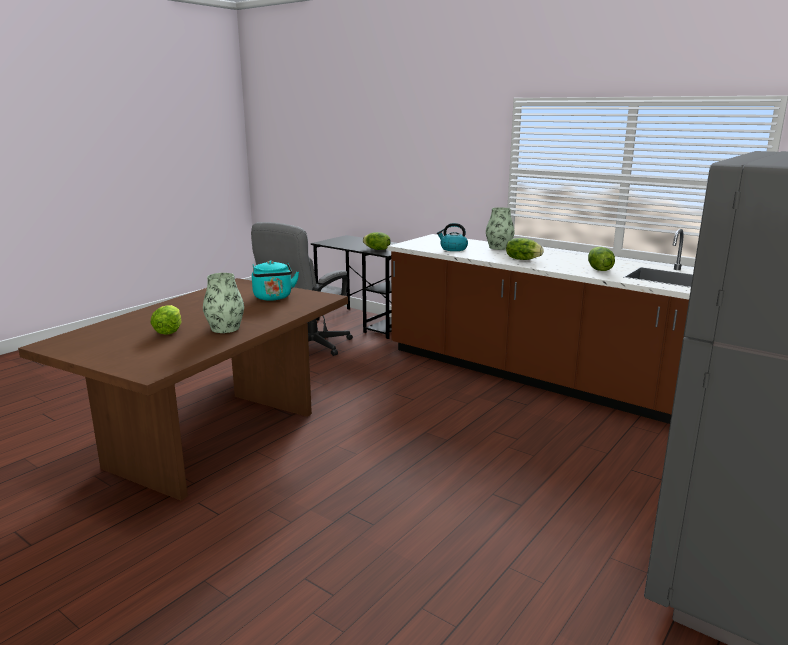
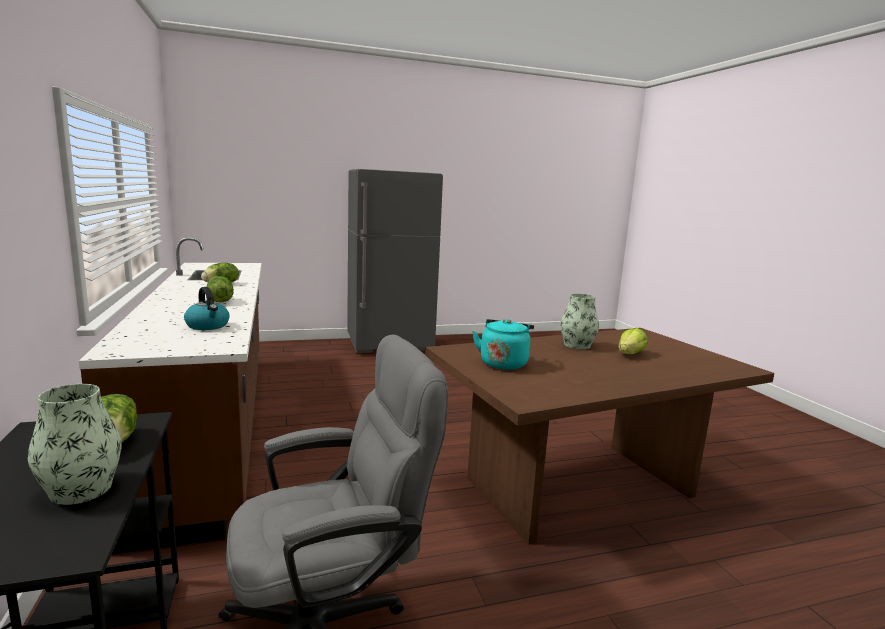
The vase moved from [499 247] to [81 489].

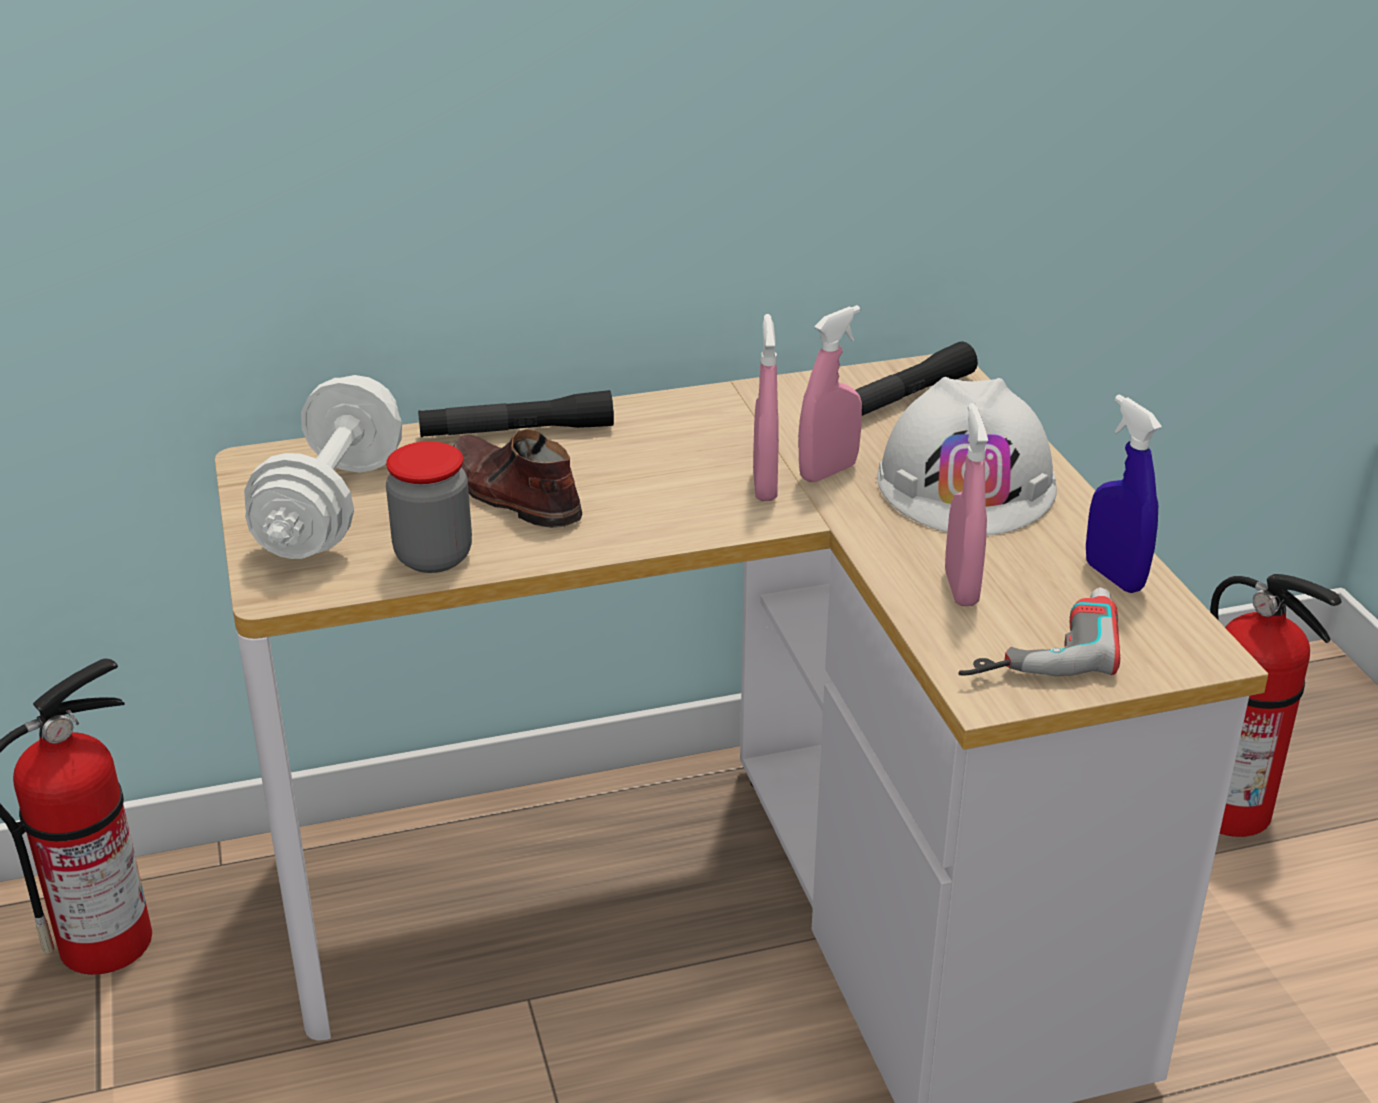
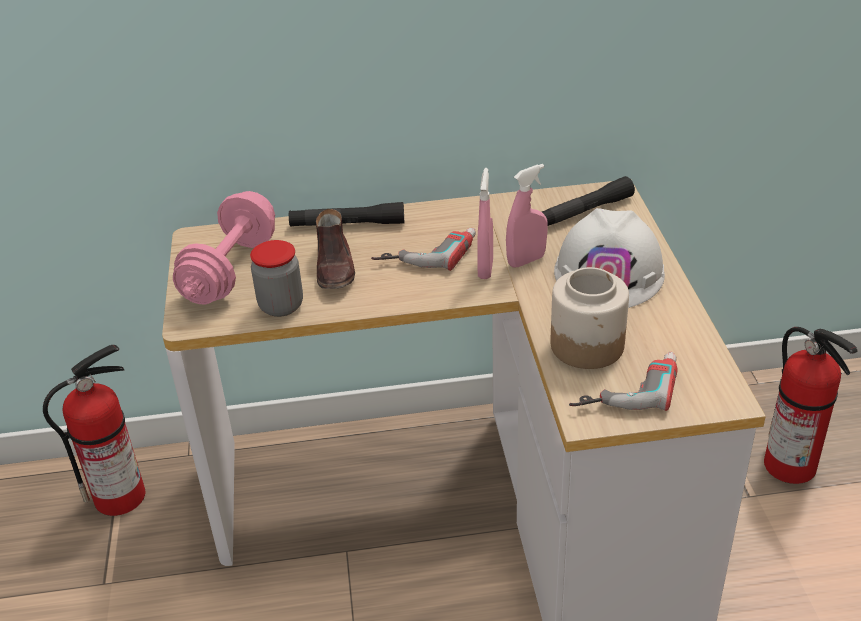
The dumbbell in white at [332 507] became the dumbbell in pink at [231 270].
The spray bottle in blue at [1113 576] disappeared.
The spray bottle in pink at [961 588] was replaced by the jar at [587 345].
The shoe in brown at [512 495] turned 150 degrees counterclockwise.
The power drill at [426 251] appeared.

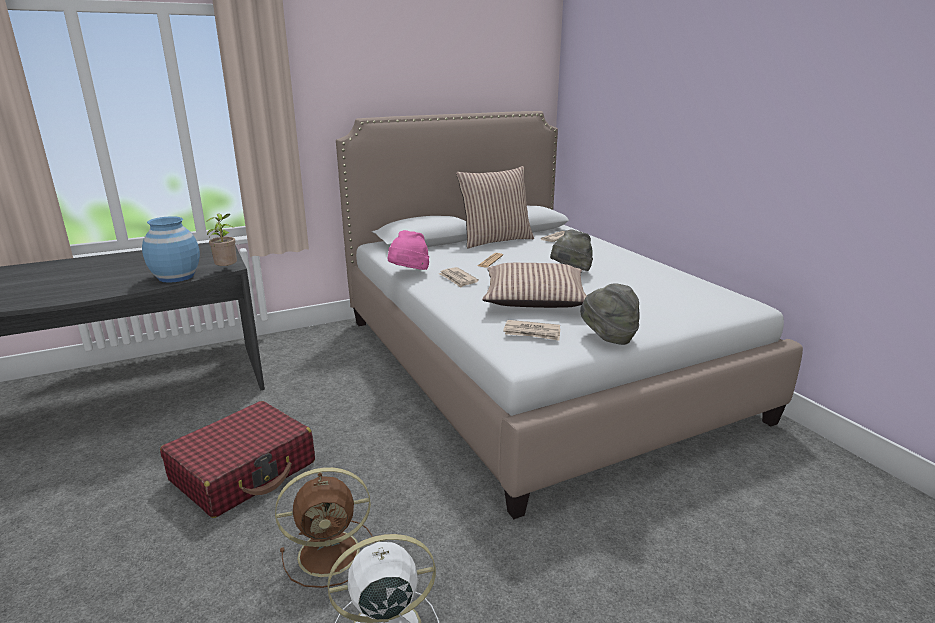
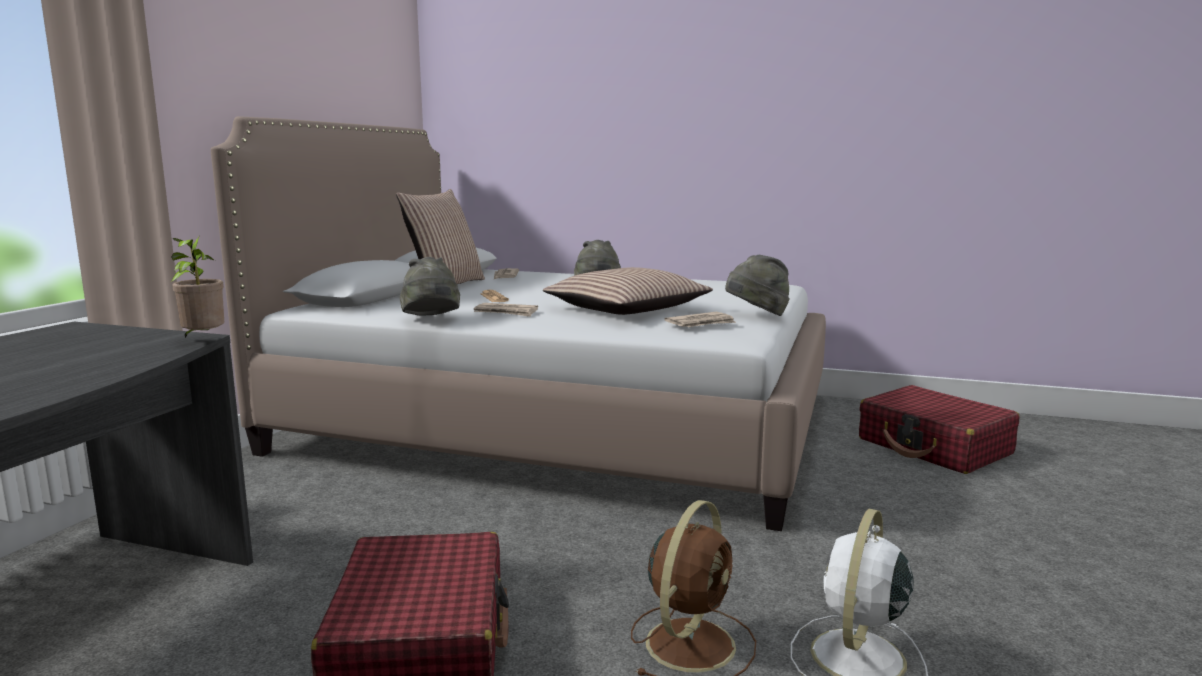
The vase in blue at [176 277] disappeared.
The hat in pink at [409 273] became the hat in grey at [431 319].
The suitcase in red at [934 447] appeared.

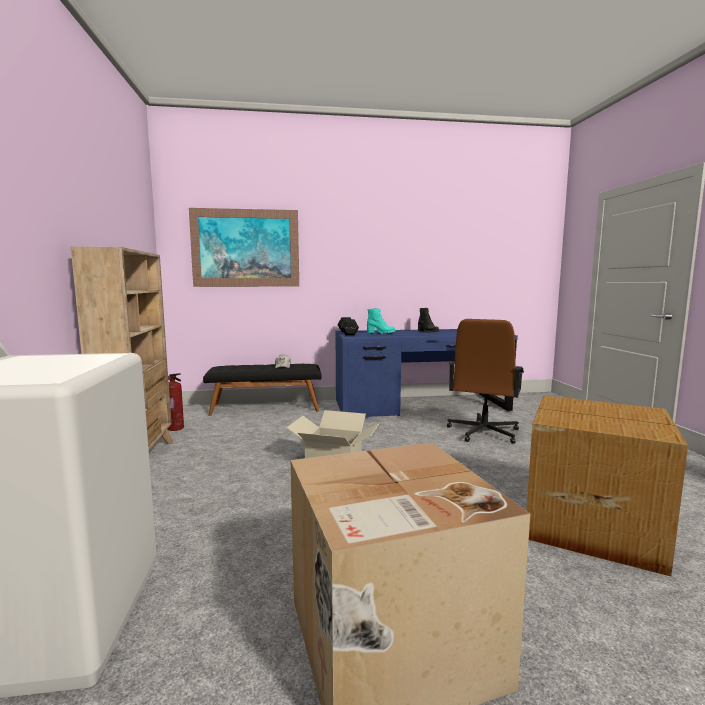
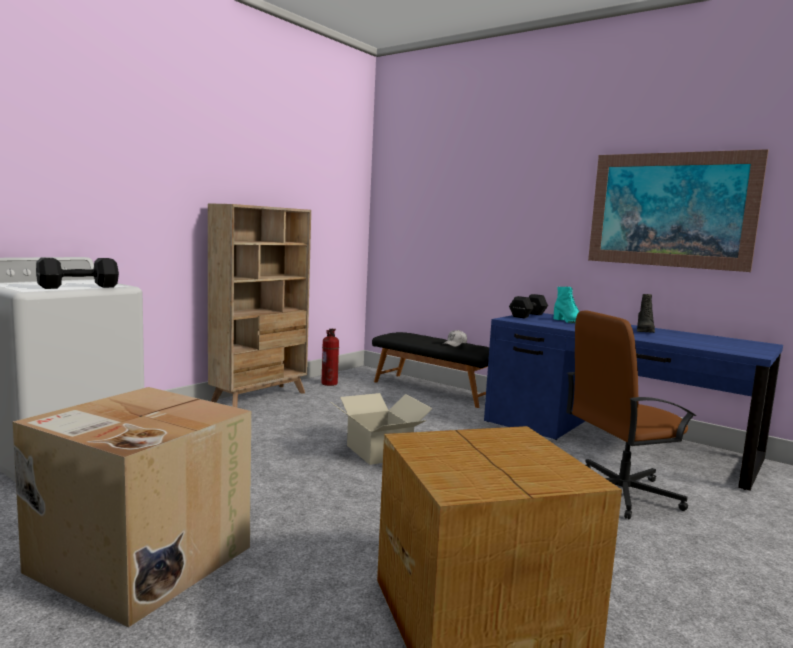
The picture moved from [245 248] to [670 210].
The dumbbell in black at [76 287] appeared.

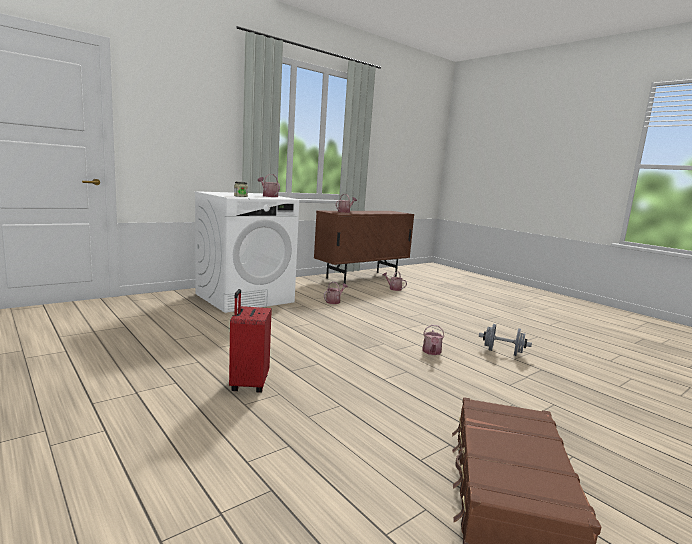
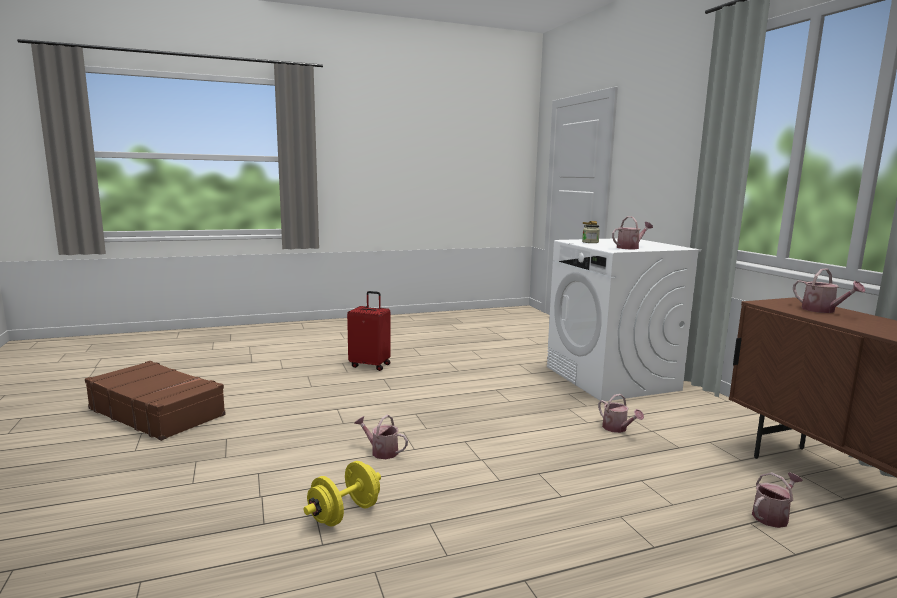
The dumbbell in grey at [502 352] became the dumbbell in yellow at [344 514].

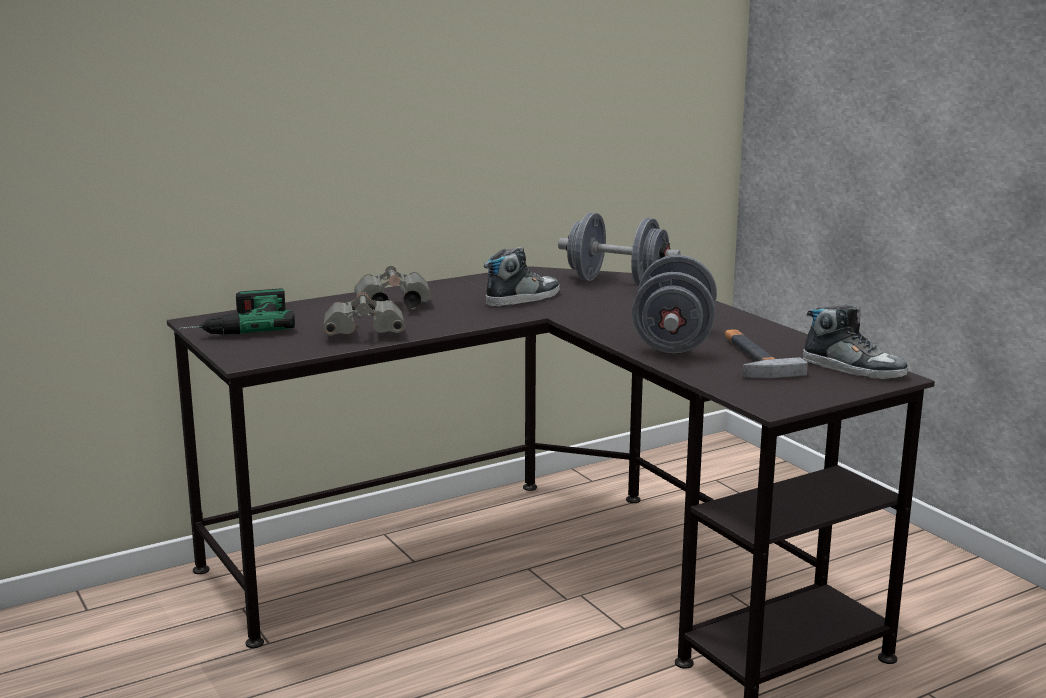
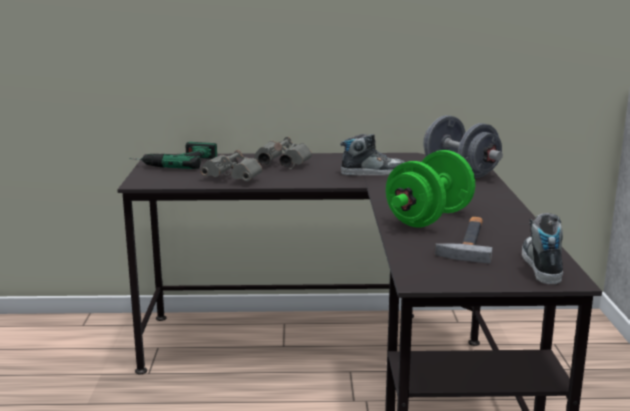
The dumbbell in grey at [673 341] became the dumbbell in green at [429 218].
The shoe at [853 368] turned 150 degrees counterclockwise.

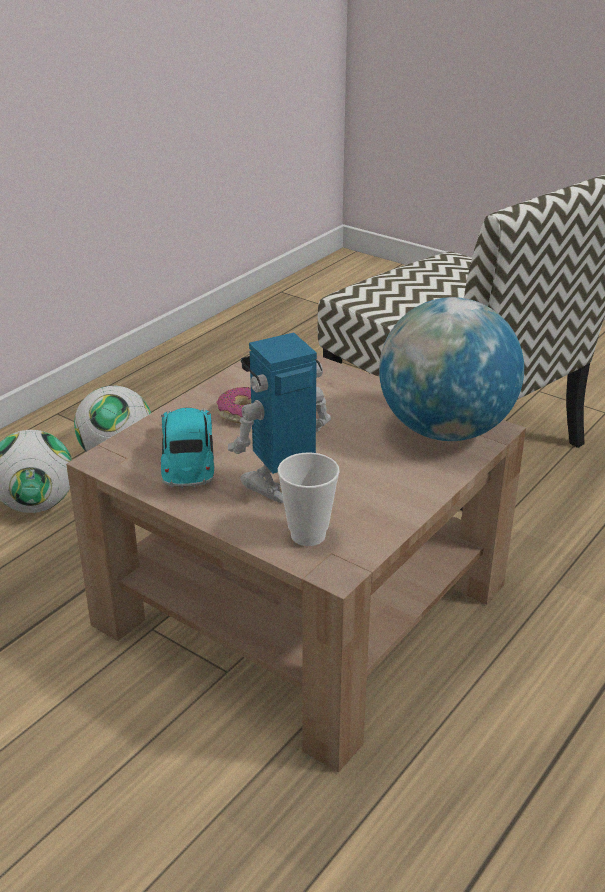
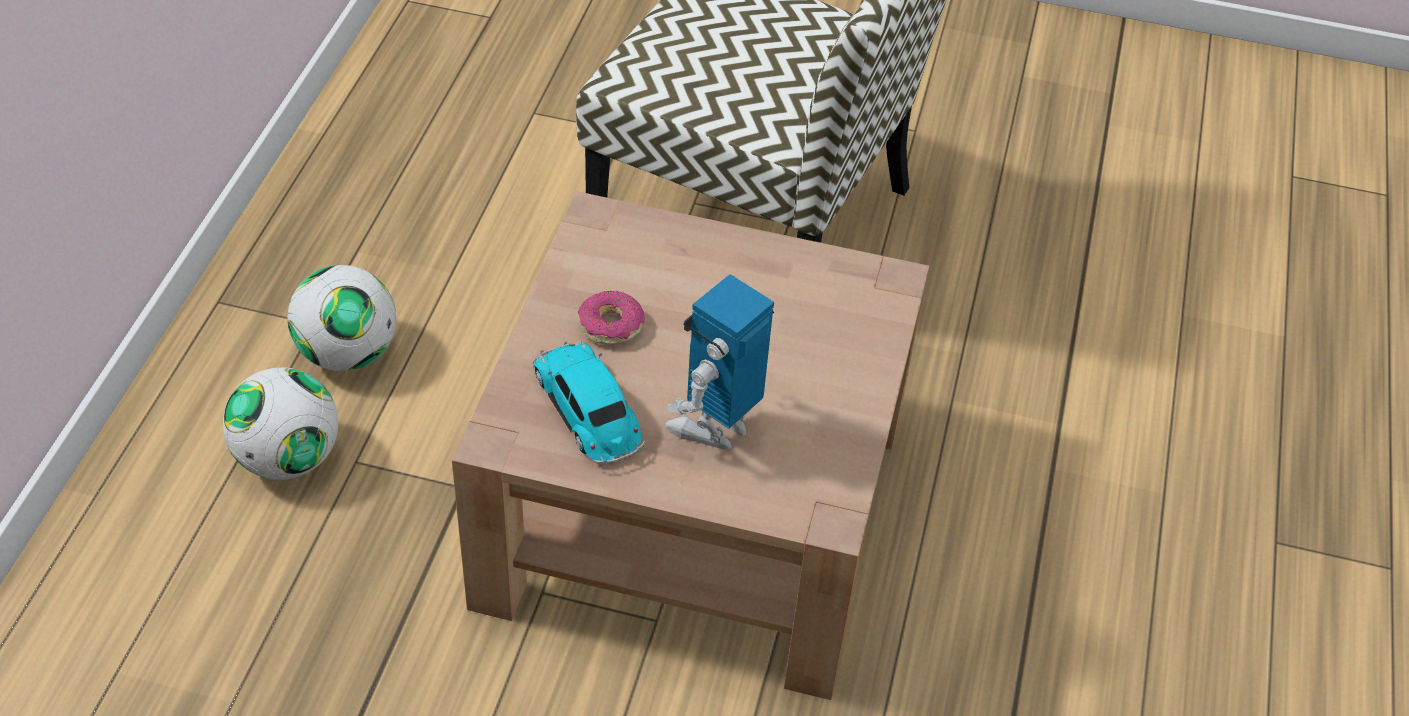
The globe at [445 430] disappeared.
The cup at [308 535] disappeared.

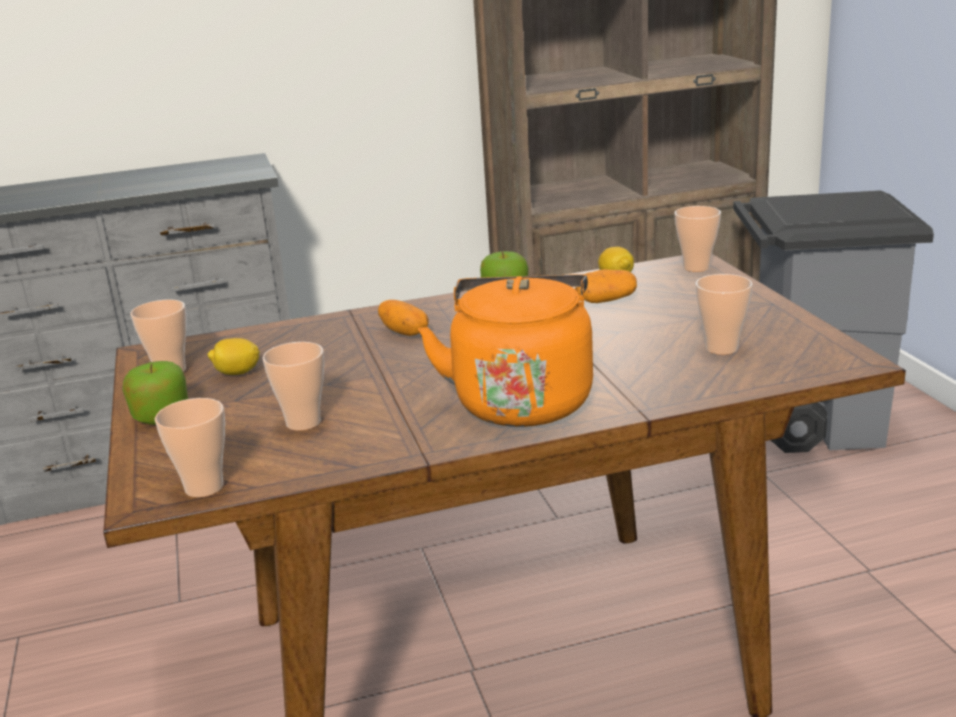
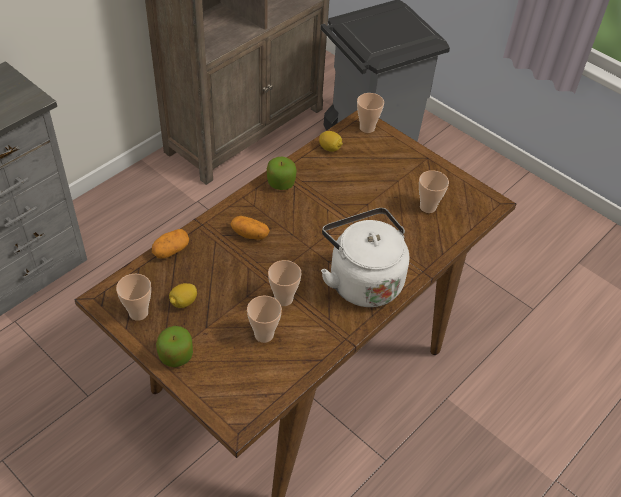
The potato moved from [606 301] to [171 250].
The kettle in orange at [522 400] became the kettle in white at [362 280].
The cup moved from [204 487] to [283 299].

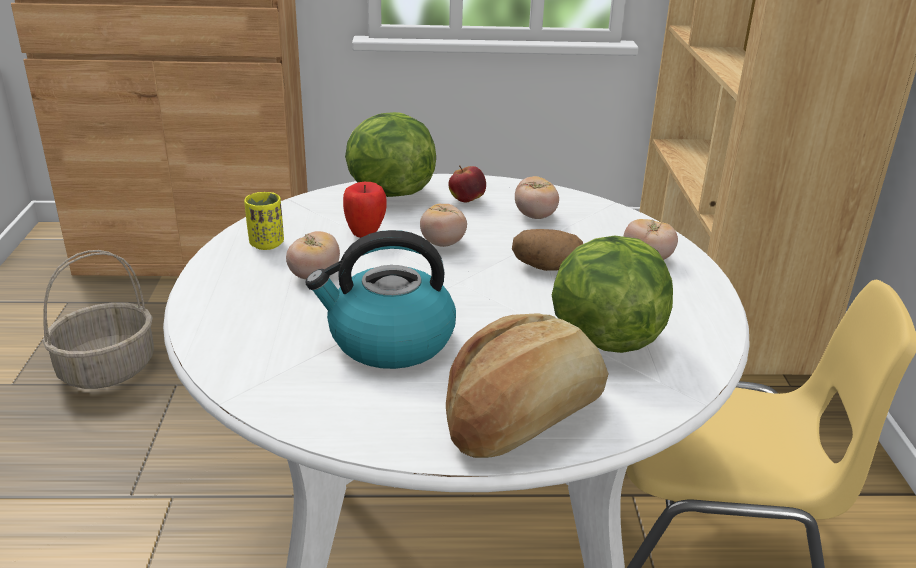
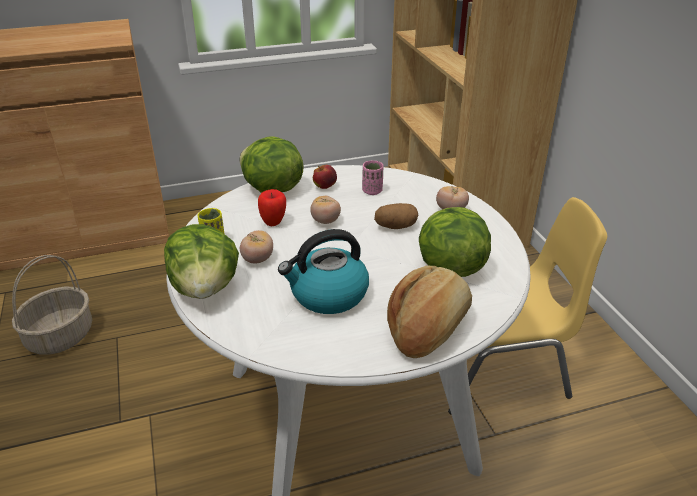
The tomato at [535 216] was replaced by the cup in pink at [372 191].
The lettuce at [205 288] appeared.

